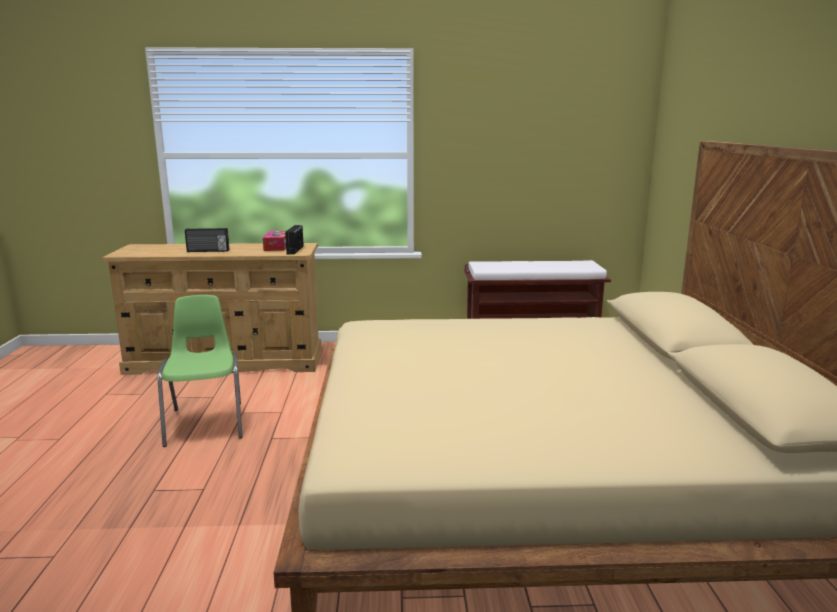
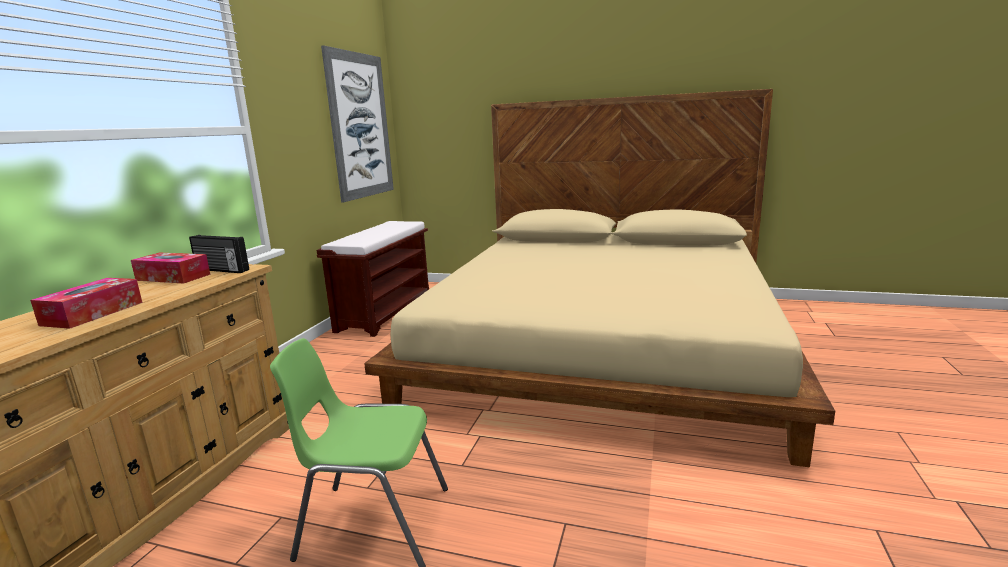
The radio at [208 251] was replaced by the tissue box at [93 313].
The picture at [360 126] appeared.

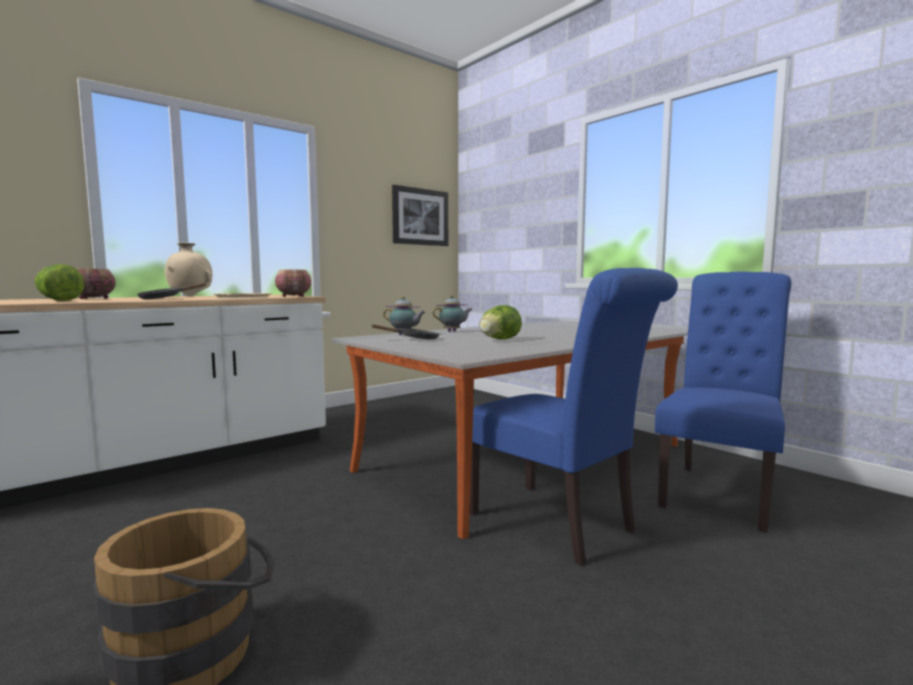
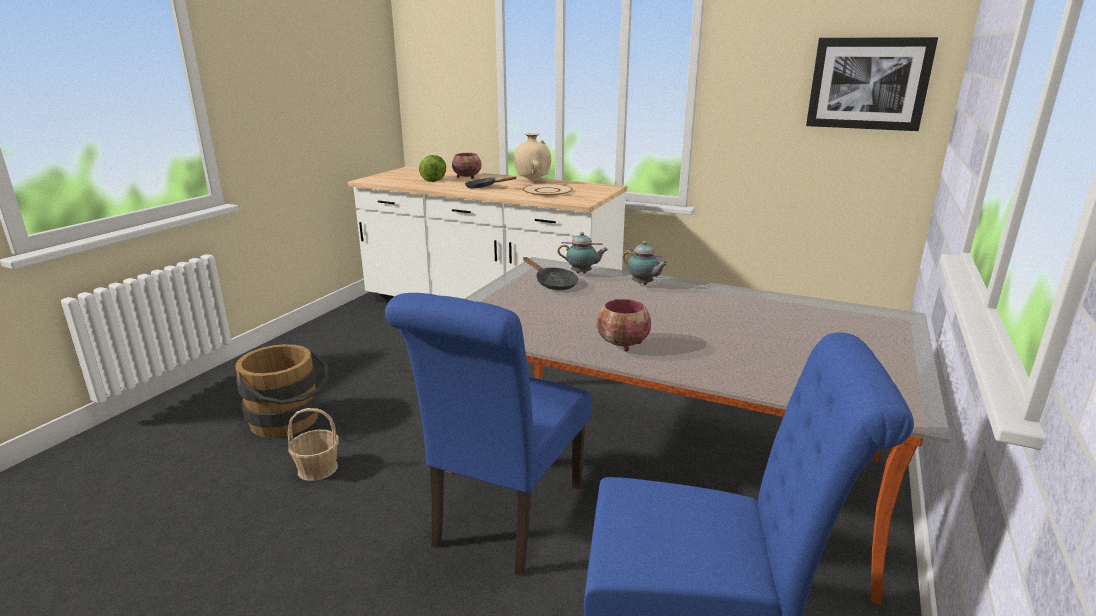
The bowl moved from [294 296] to [623 345].
The teapot at [404 335] turned 75 degrees counterclockwise.
The lettuce at [499 340] disappeared.
The basket at [317 468] appeared.

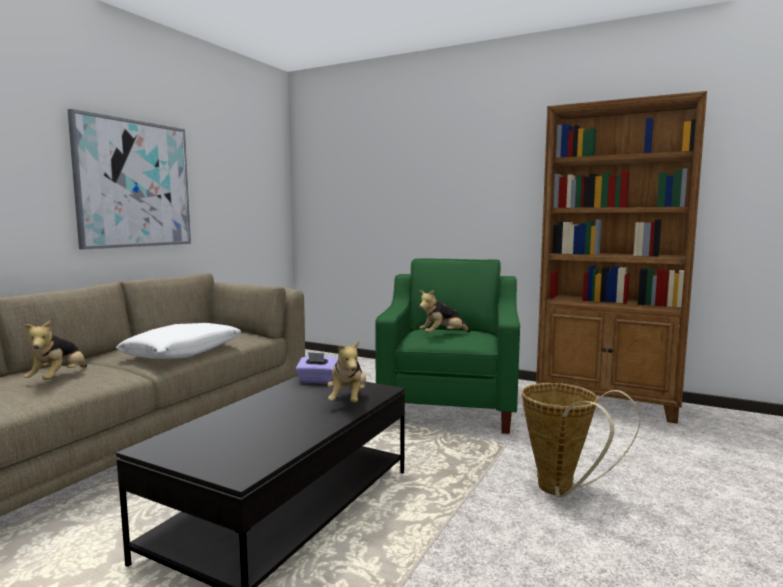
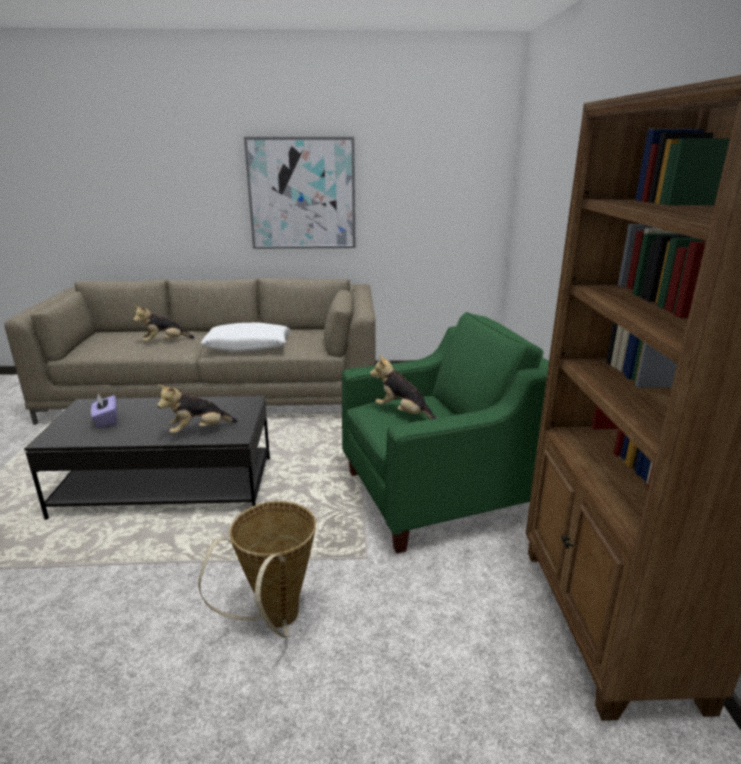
The tissue box in purple moved from [317 380] to [106 420].

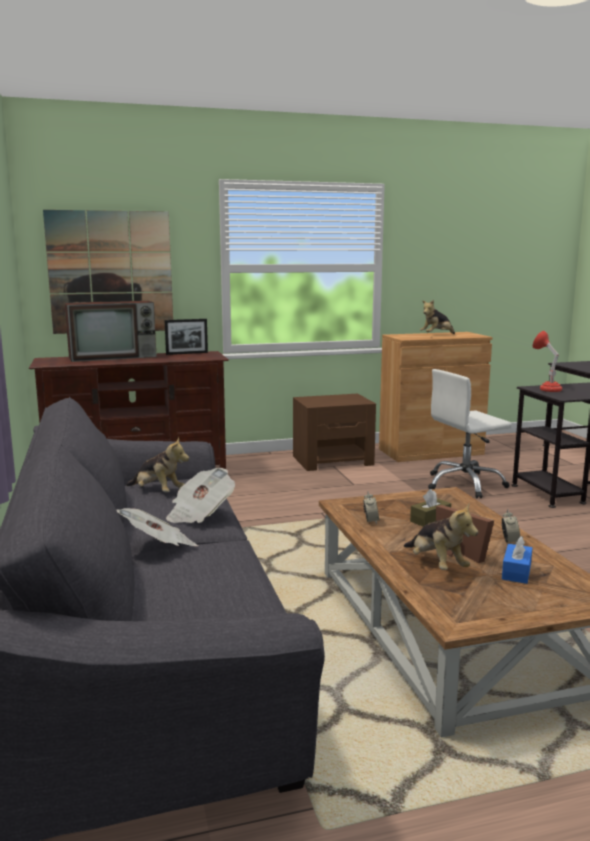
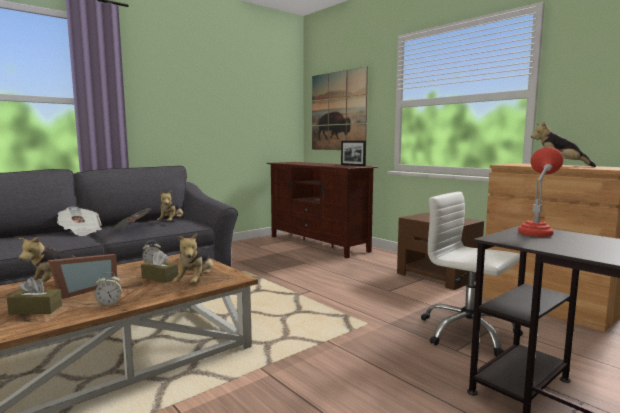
The television at [114 357] disappeared.
The tissue box in blue at [516 572] became the tissue box in brown at [36 310].
The plush toy at [196 282] appeared.

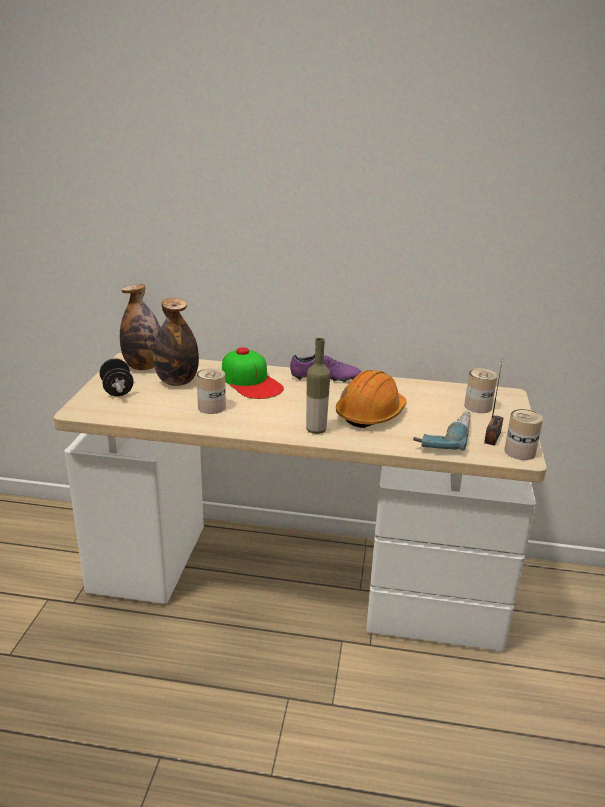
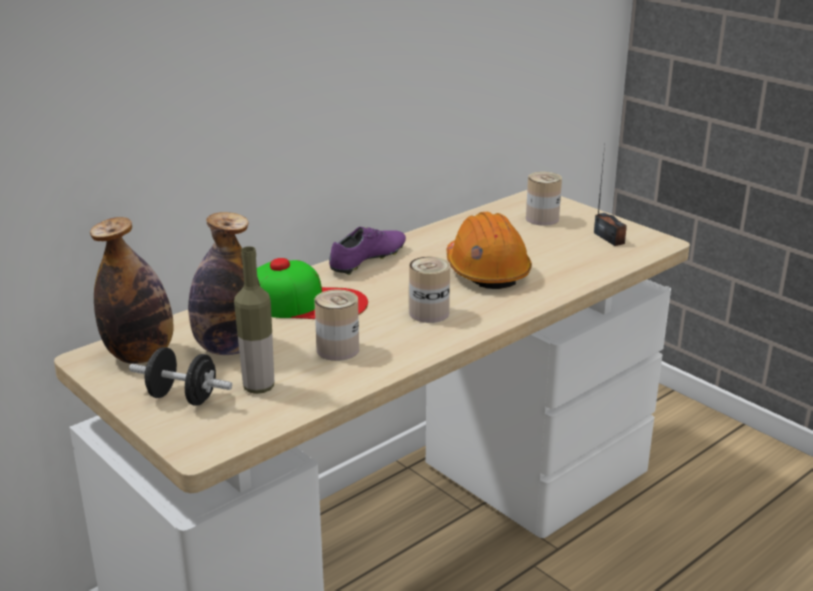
The bottle moved from [316 430] to [258 387].
The can moved from [519 452] to [429 313].
The power drill at [444 436] disappeared.

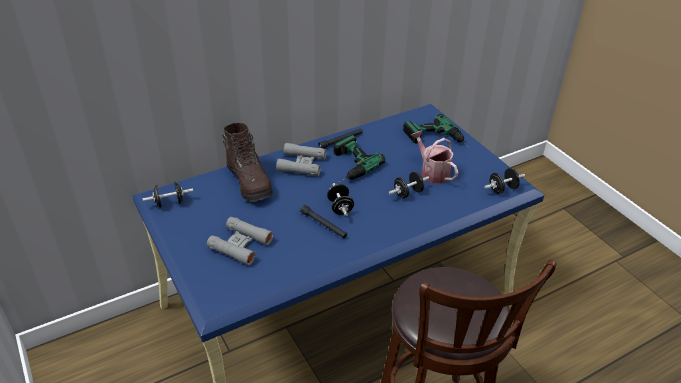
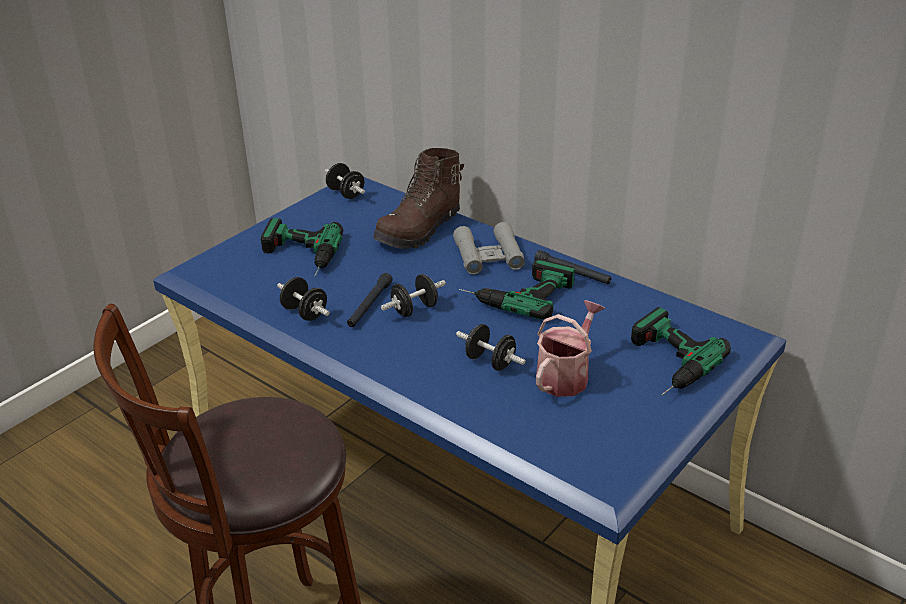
The dumbbell in black moved from [502 189] to [305 313].
The binoculars in grey at [240 245] was replaced by the power drill at [298 257].

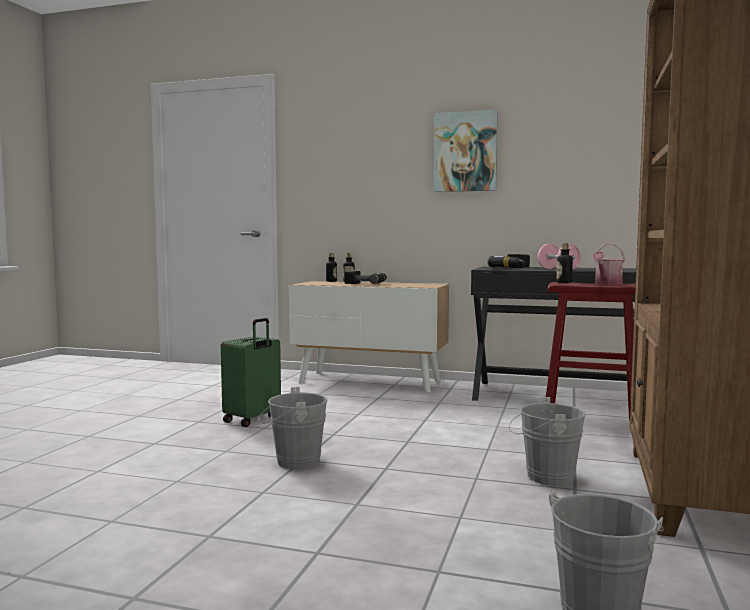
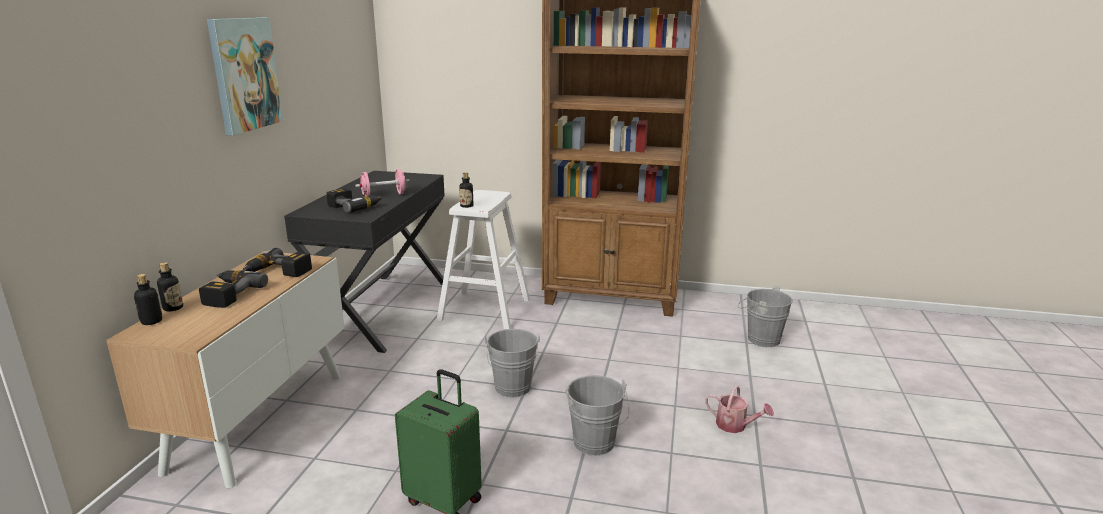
The watering can moved from [607 284] to [735 426].
The stool in red at [590 427] became the stool in white at [484 310].
The bucket in grey moved from [544 477] to [512 390].
The power drill at [277 272] appeared.

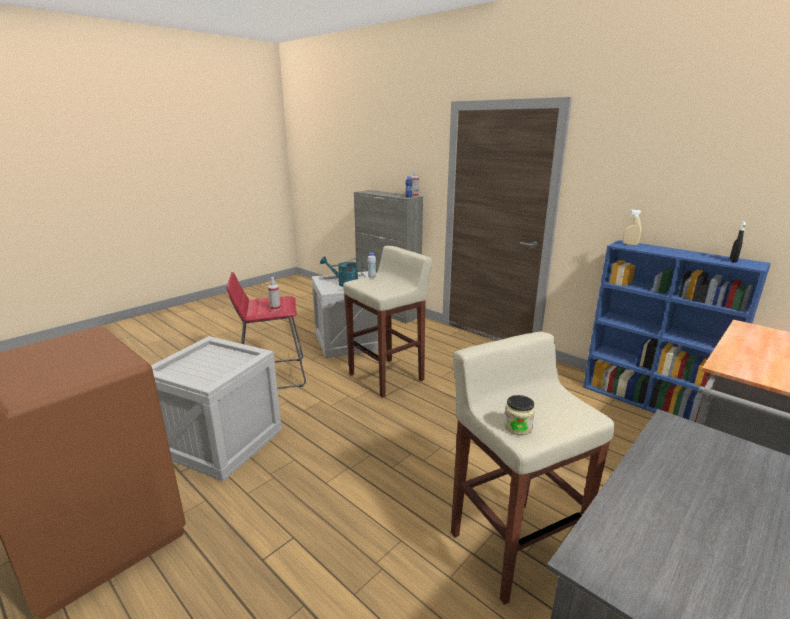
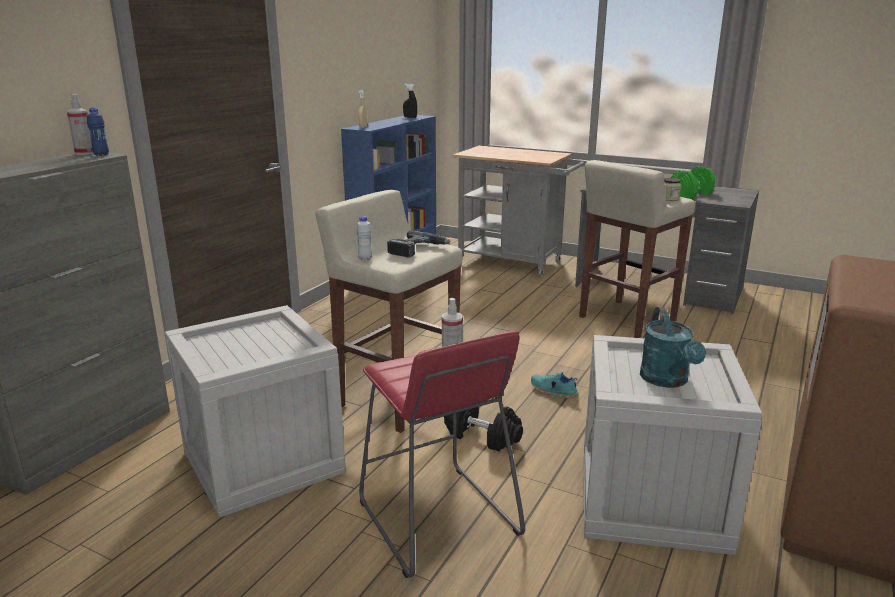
The watering can in turquoise moved from [344 284] to [667 381].
The dumbbell in green at [690 194] appeared.
The power drill at [417 249] appeared.
The shoe in turquoise at [553 391] appeared.
The dumbbell in black at [482 436] appeared.

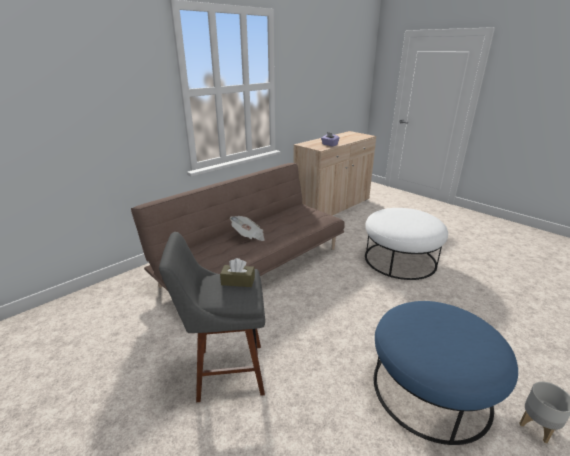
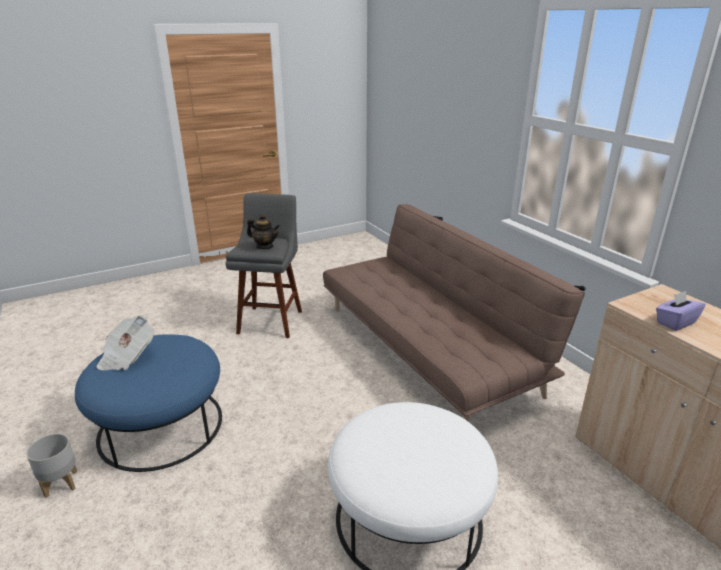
The newspaper moved from [248 236] to [127 357].
The tissue box in brown at [238 281] was replaced by the teapot at [265 246].

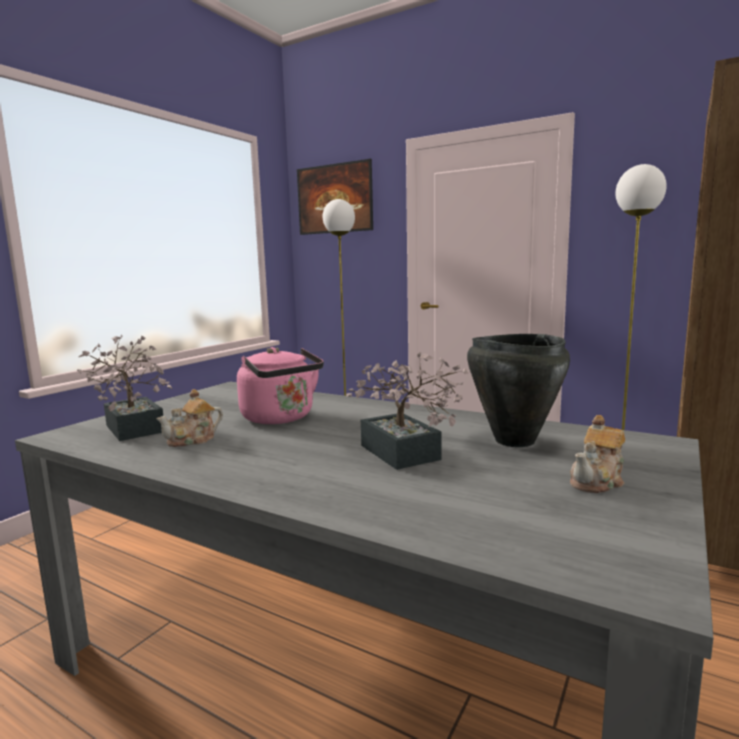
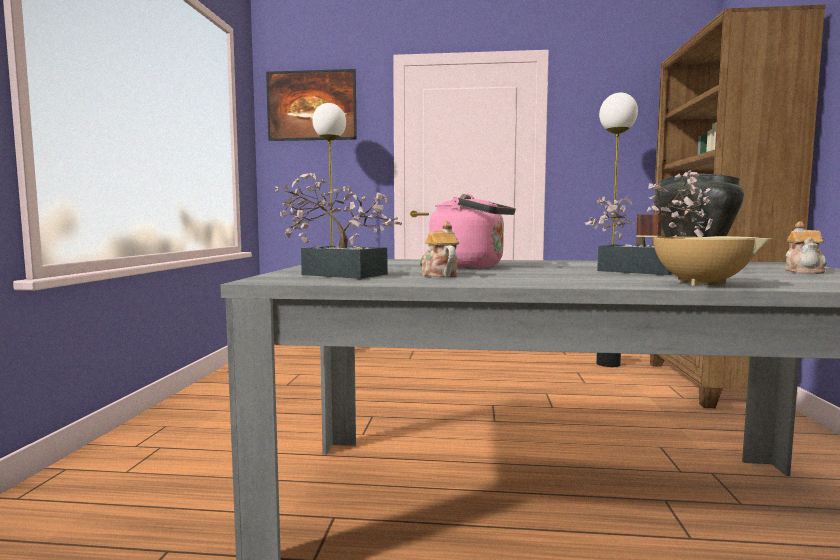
The teapot at [193 440] turned 135 degrees clockwise.
The cooking pot in beige at [701 284] appeared.

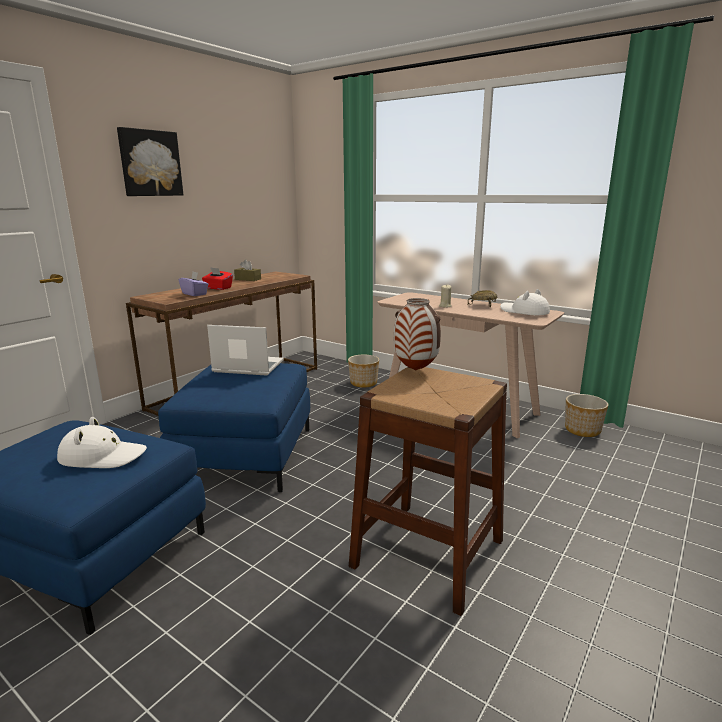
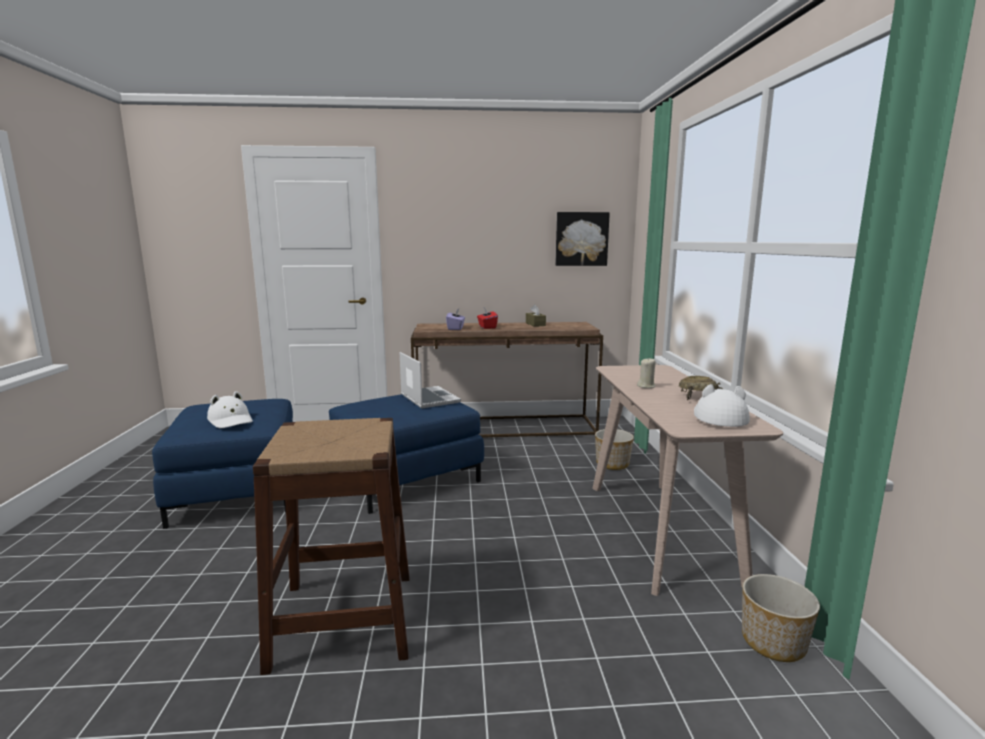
The picture moved from [150 163] to [581 239].
The vase at [416 370] disappeared.

